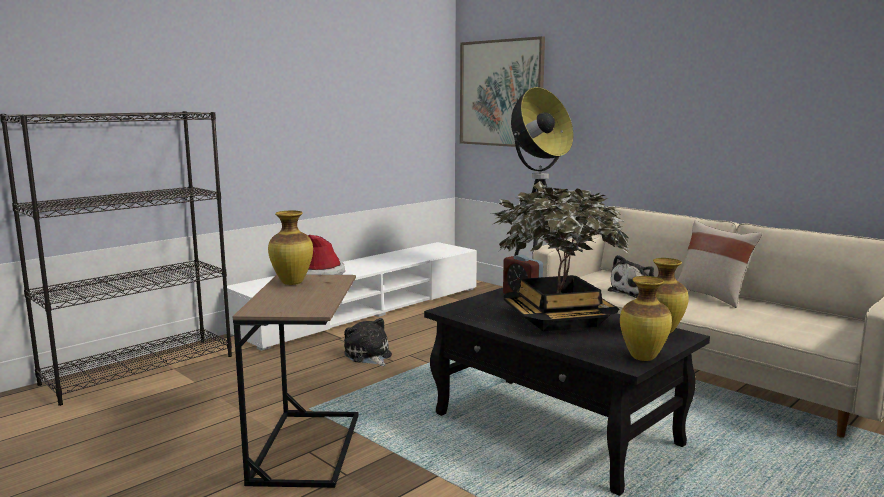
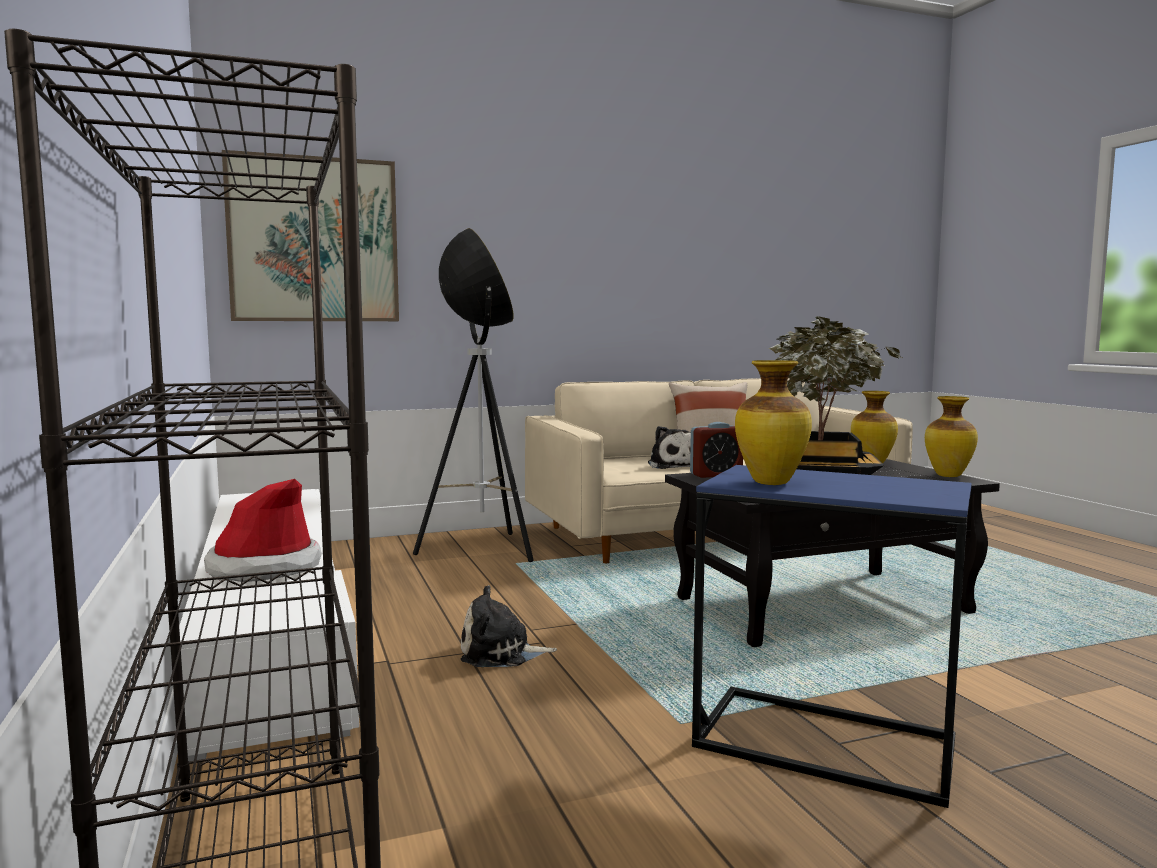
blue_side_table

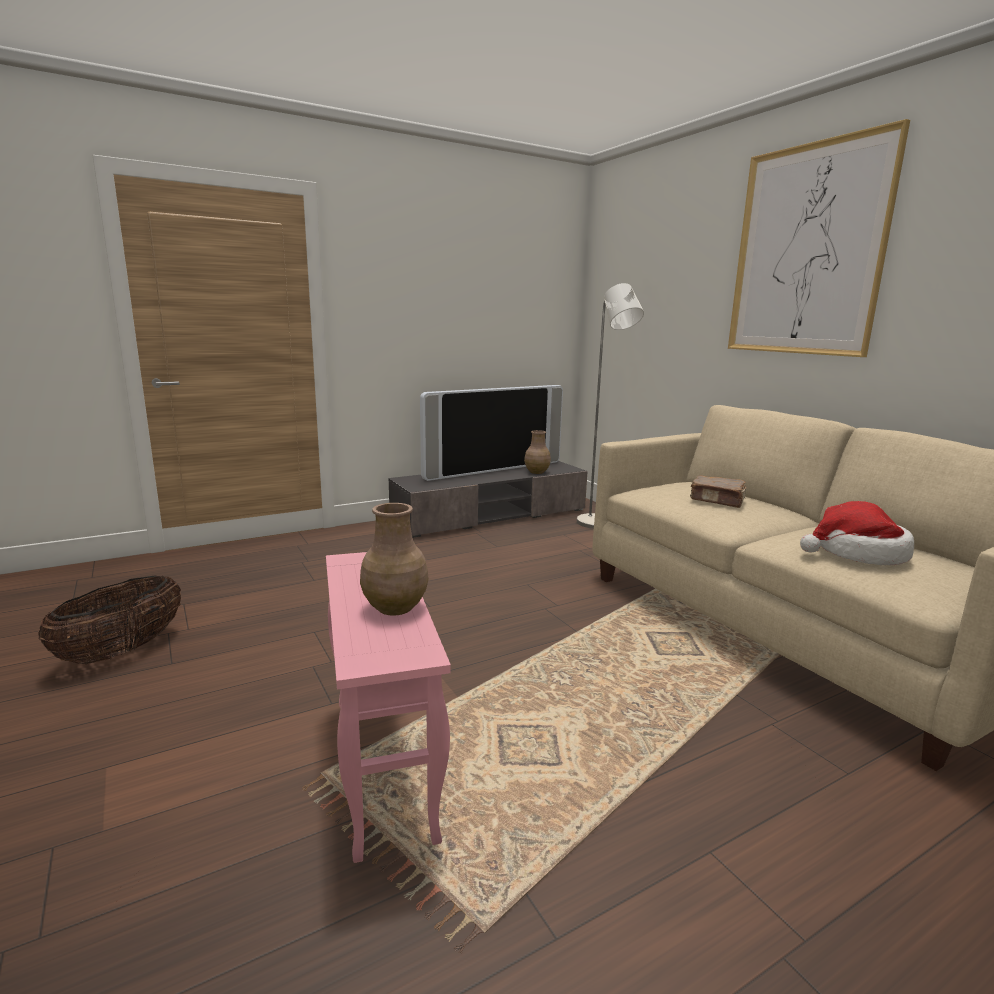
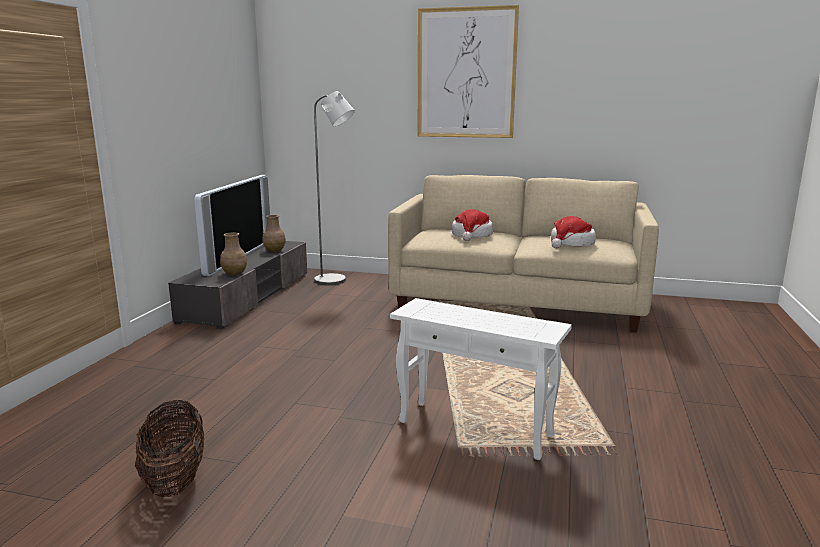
hat (1st from left)
brown-coloured_flower_vase (1st from left)
whitish_side_table

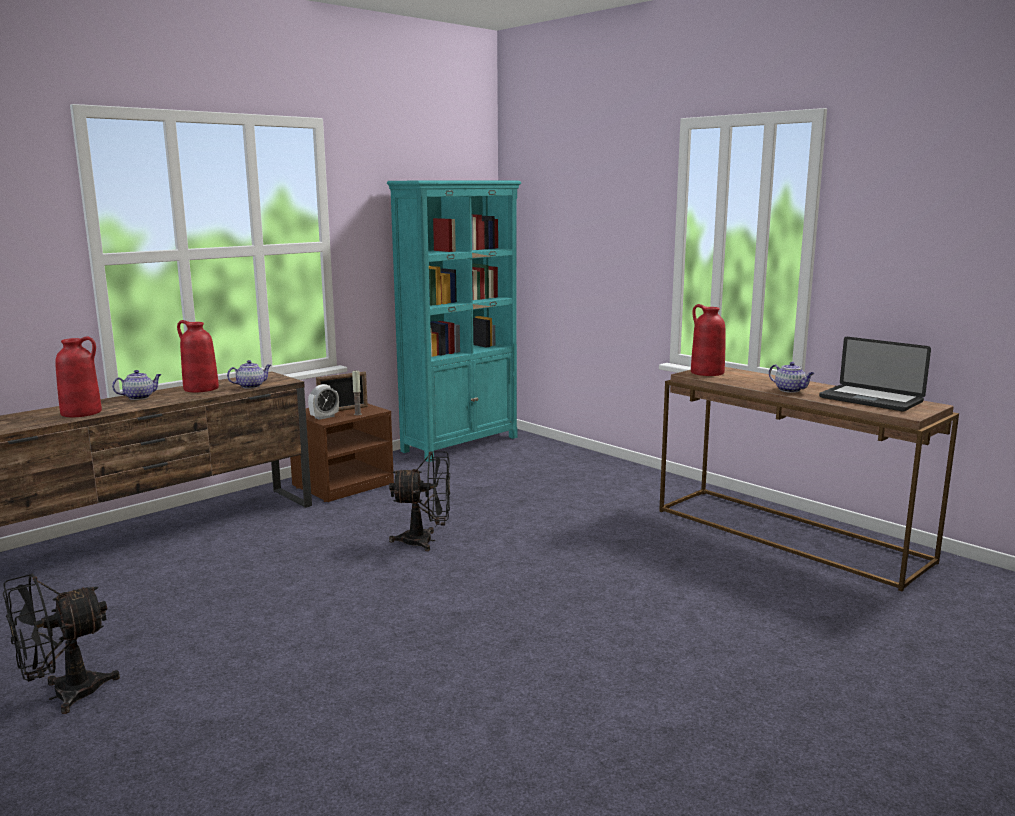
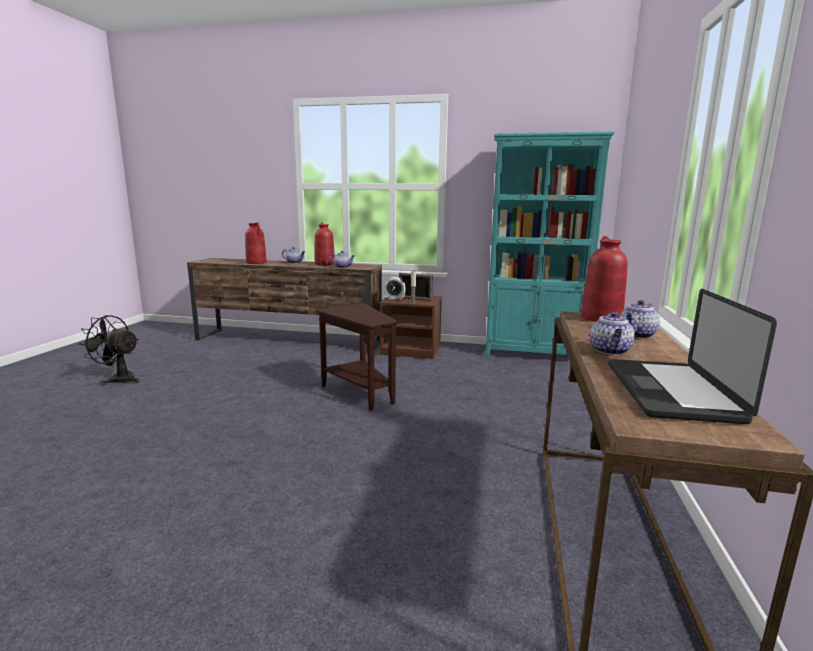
brown-coloured_side_table
teapot (4th from left)

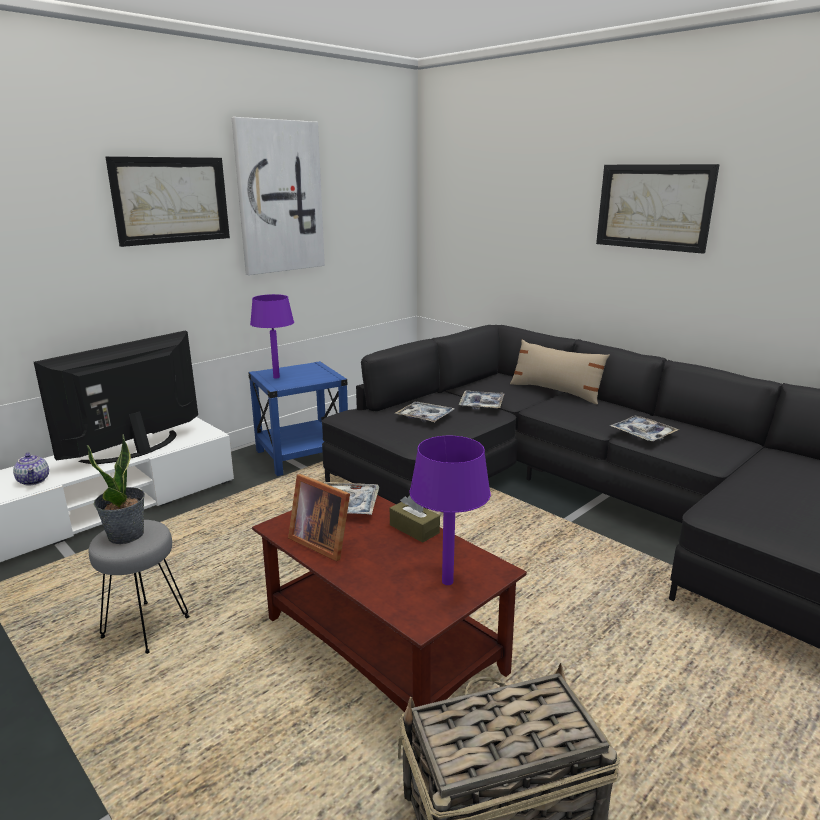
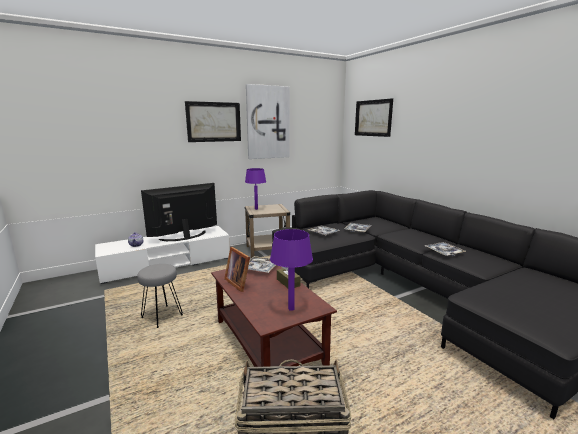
wall_art (3rd from left)
sand-coloured_cushion
sand-coloured_side_table
houseplant

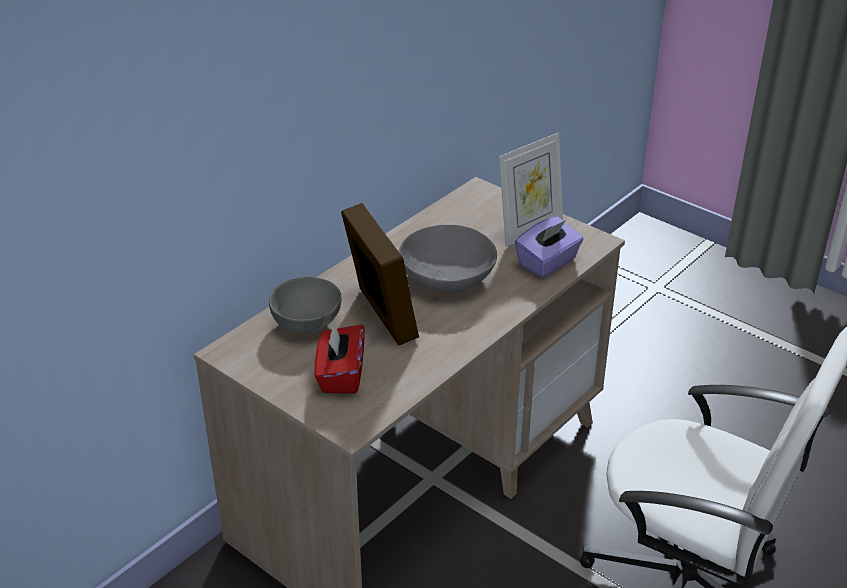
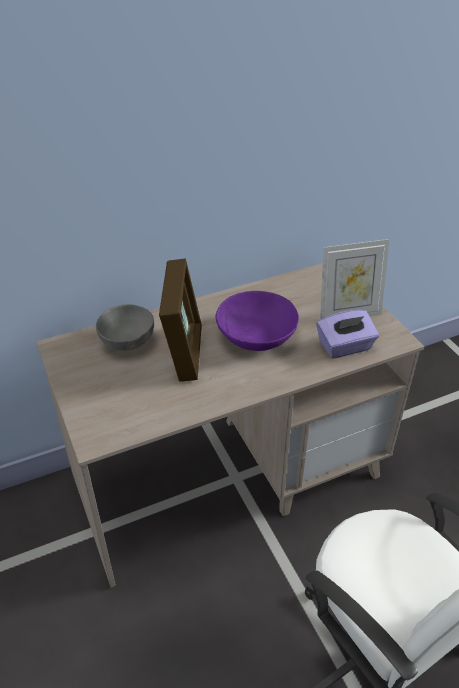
purple-coloured_serving_bowl
red-coloured_box_of_tissues

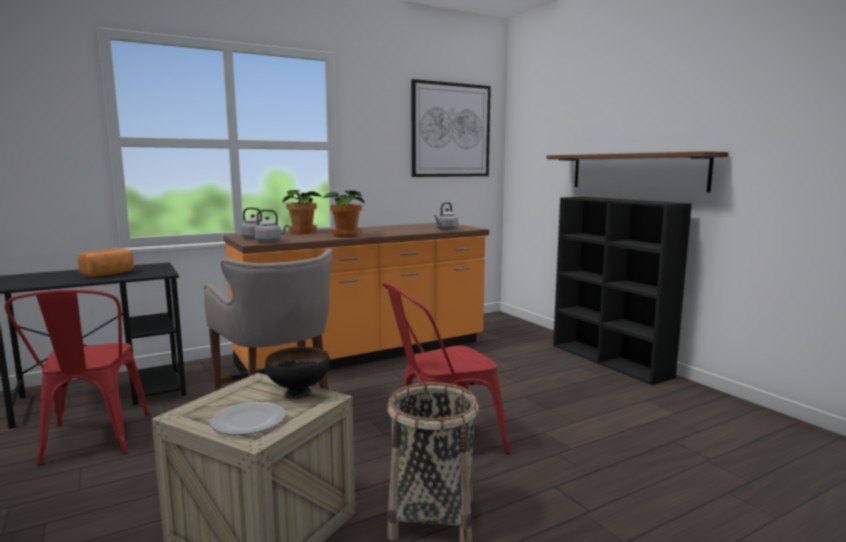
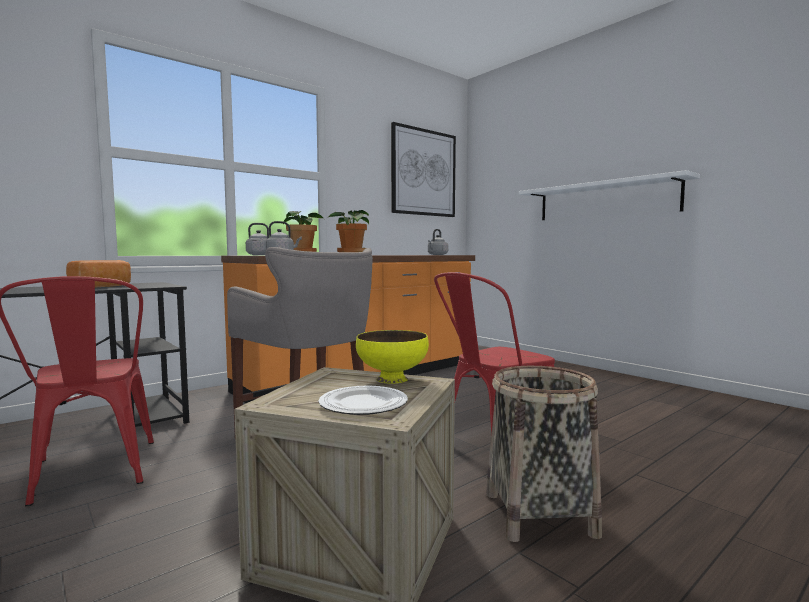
whitish_wall_shelf
blackish_bookcase
yellow_serving_bowl

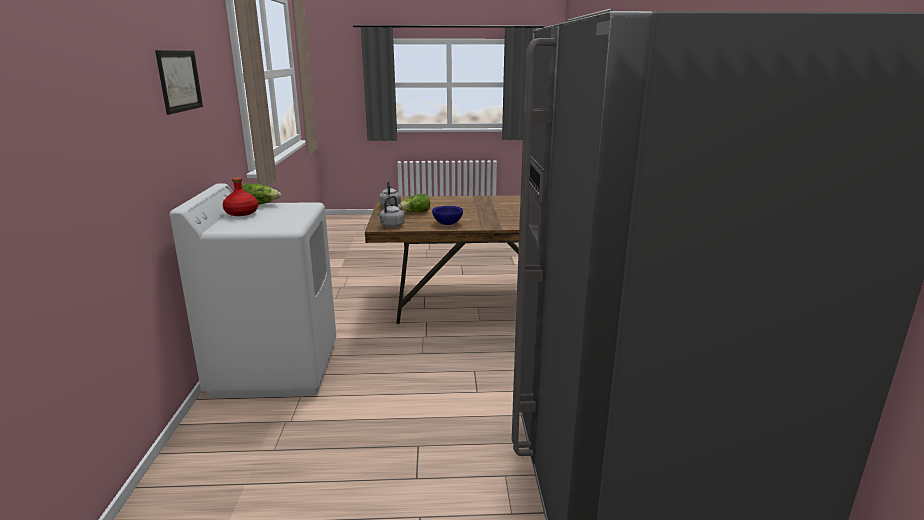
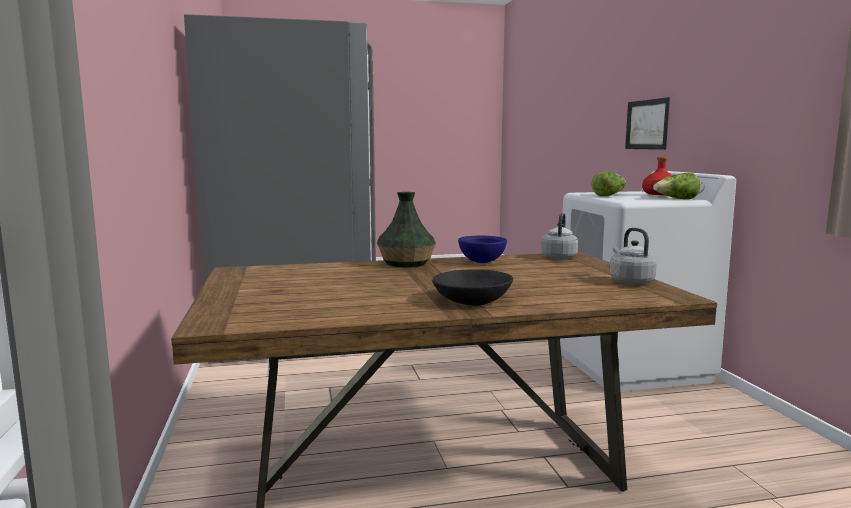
wall_art
lettuce (1st from left)
flower_vase
blackish_serving_bowl

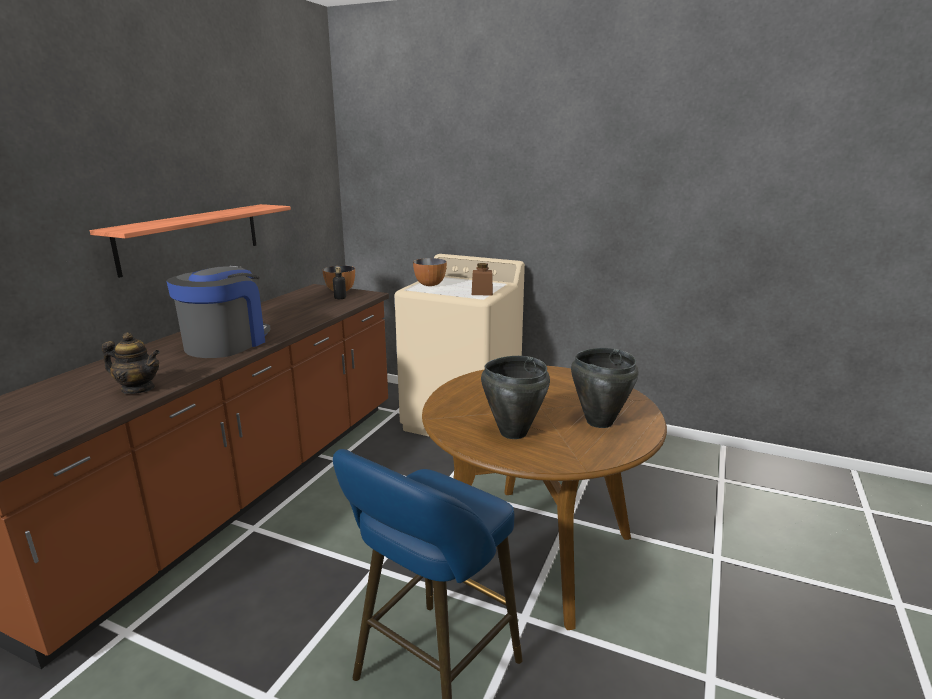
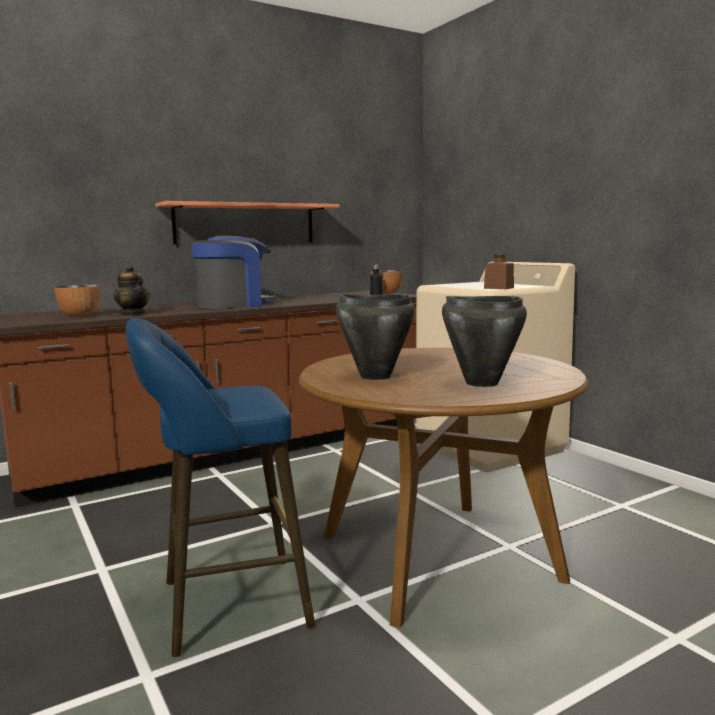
serving_bowl (1st from left)

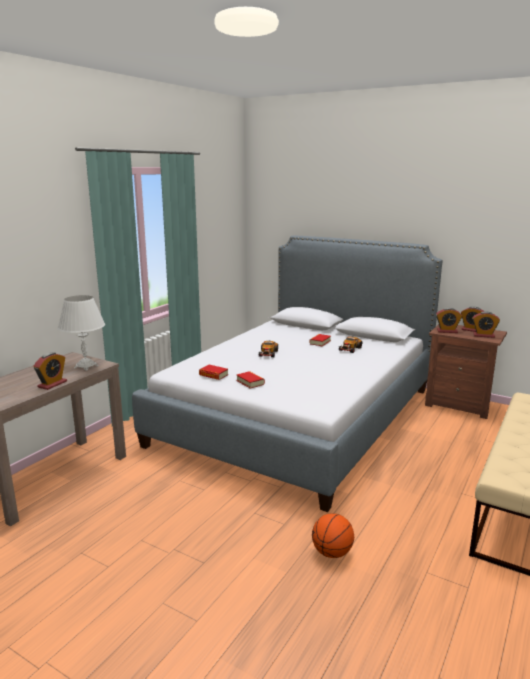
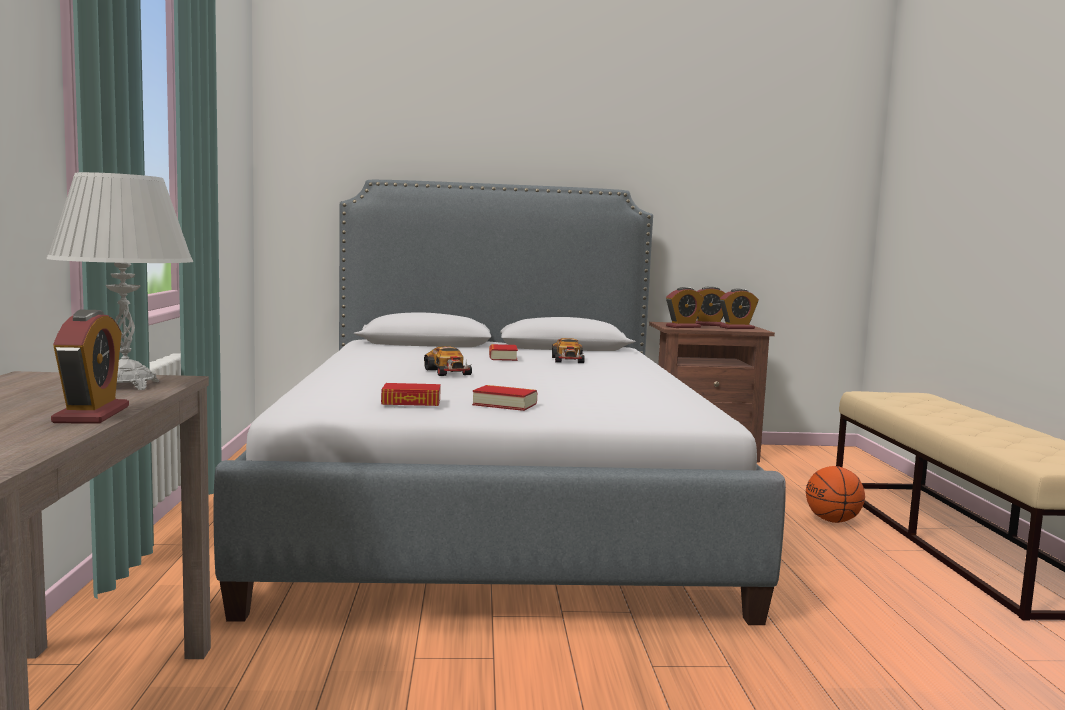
basketball

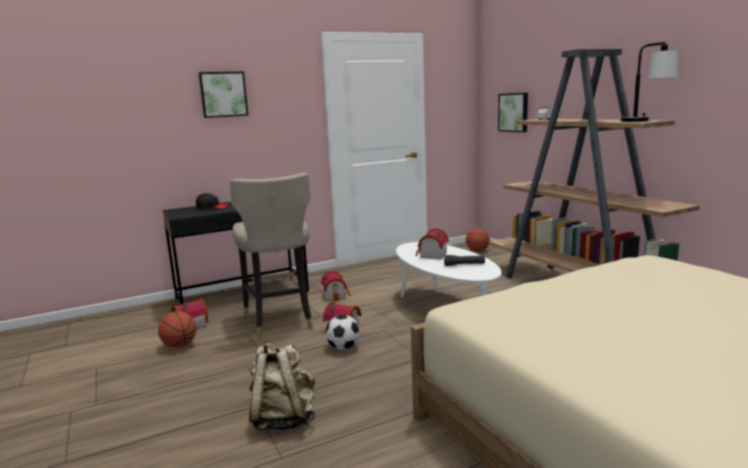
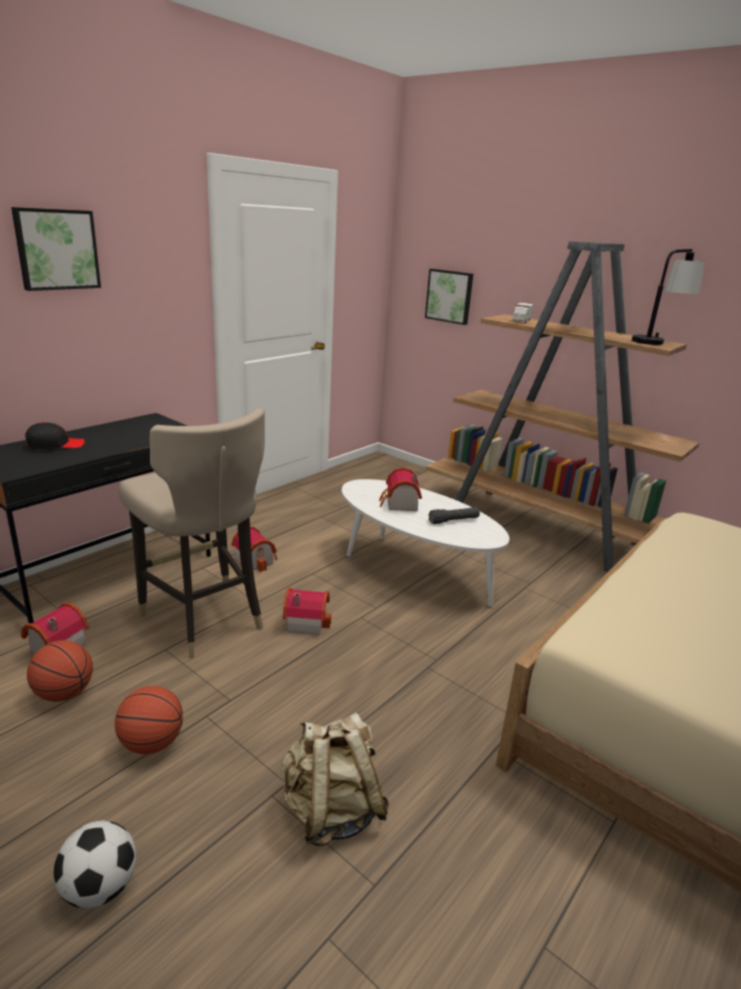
basketball (2nd from left)
football_ball

